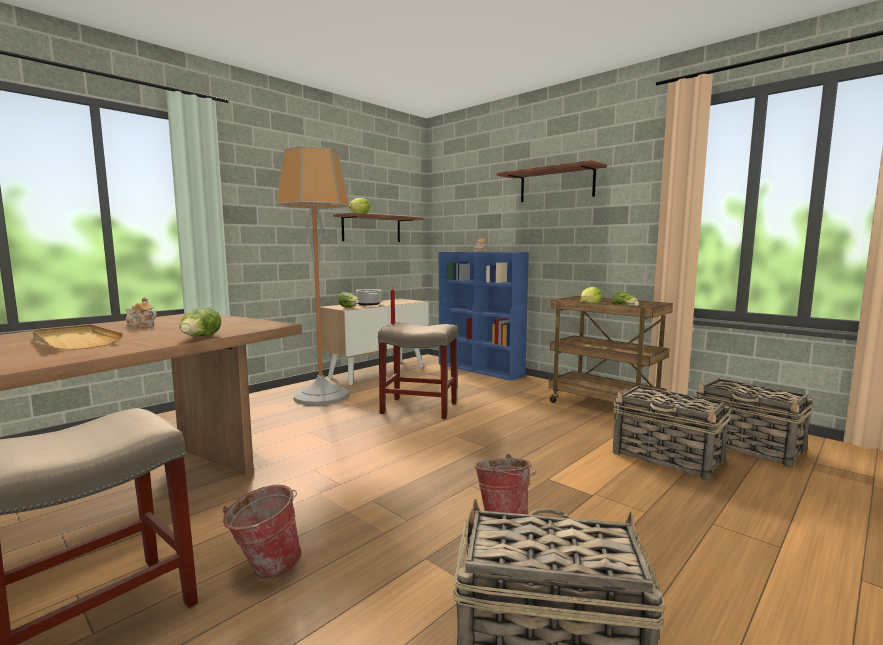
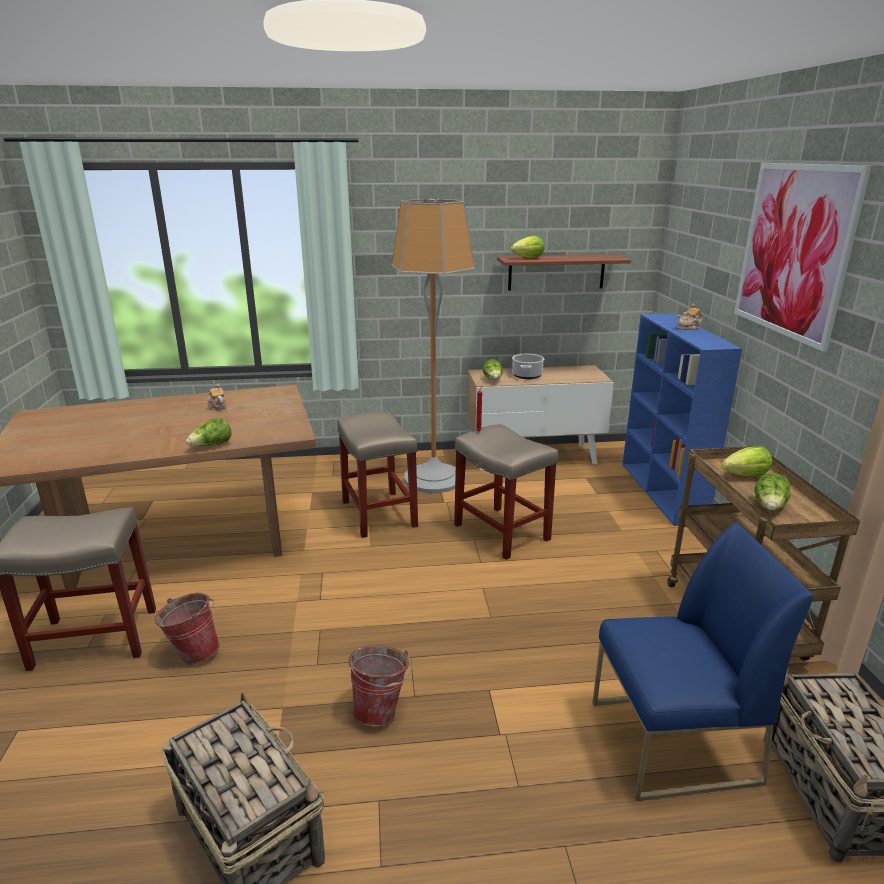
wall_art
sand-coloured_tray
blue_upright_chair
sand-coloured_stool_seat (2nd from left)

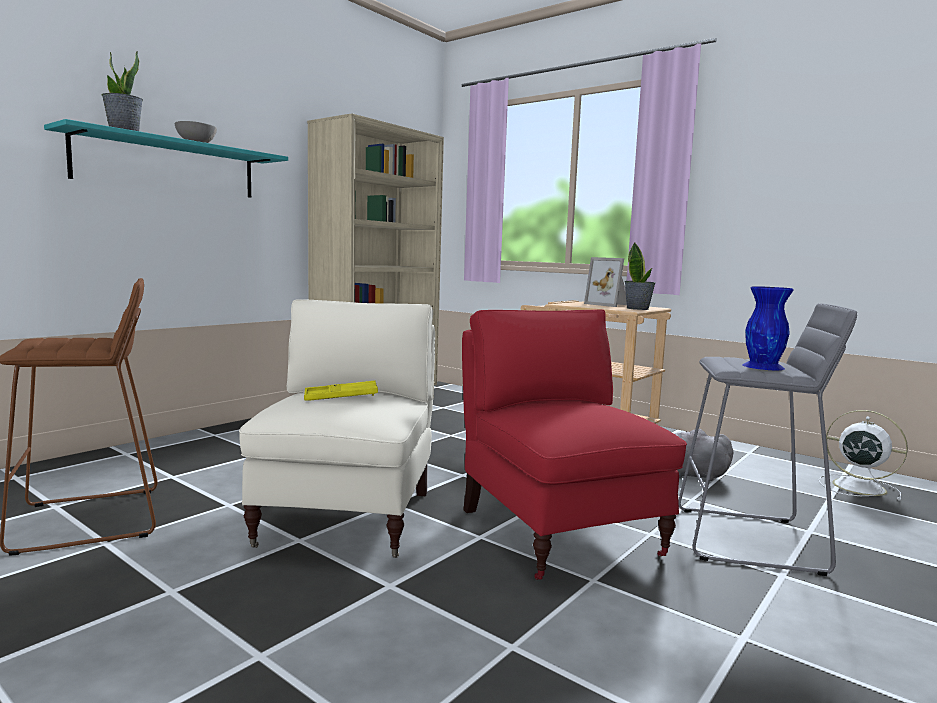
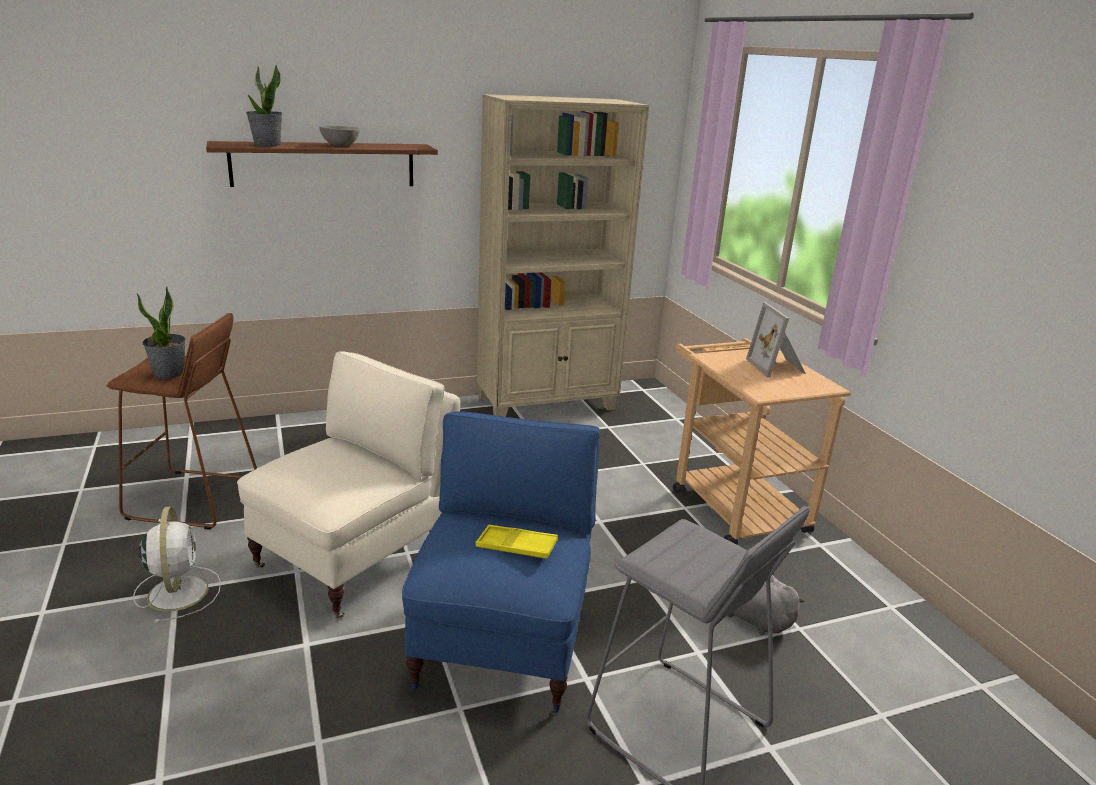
brown-coloured_wall_shelf
houseplant (1st from left)
blue_flower_vase
blue_lounge_chair
yellow_tray
whitish_electric_fan

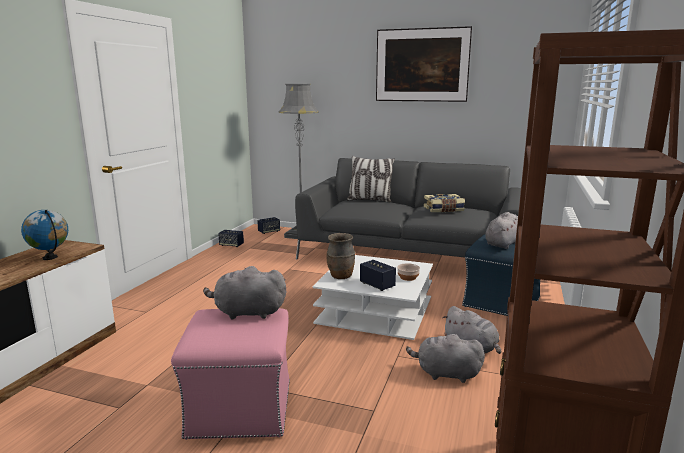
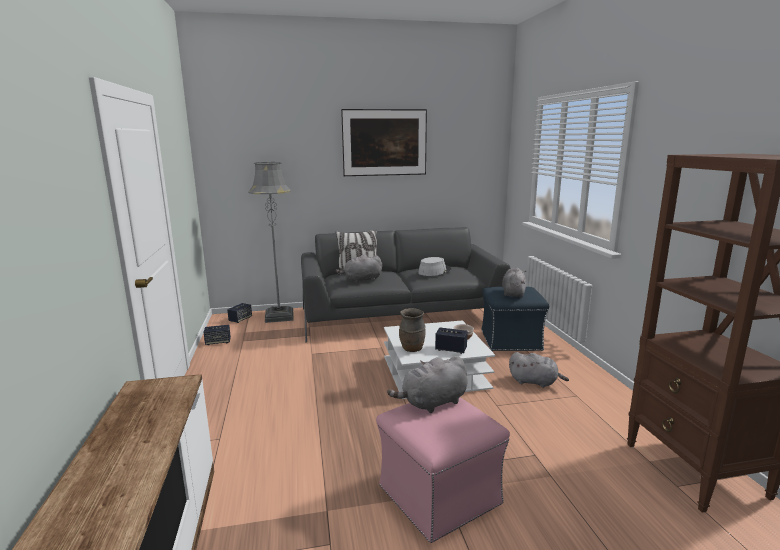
greyish_hat
desk_globe
greyish_cuddly_toy (1st from left)

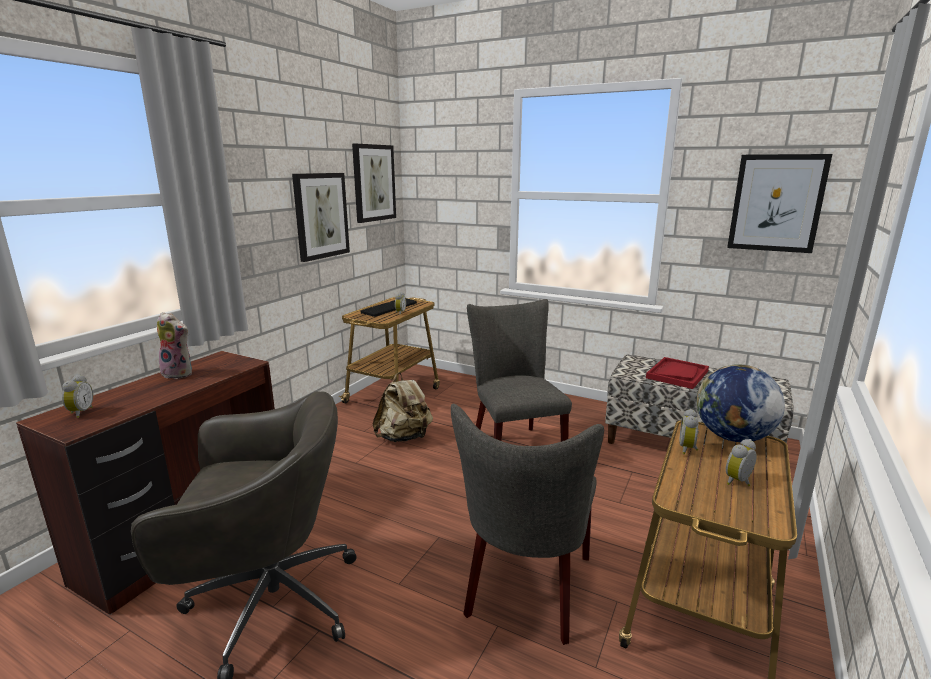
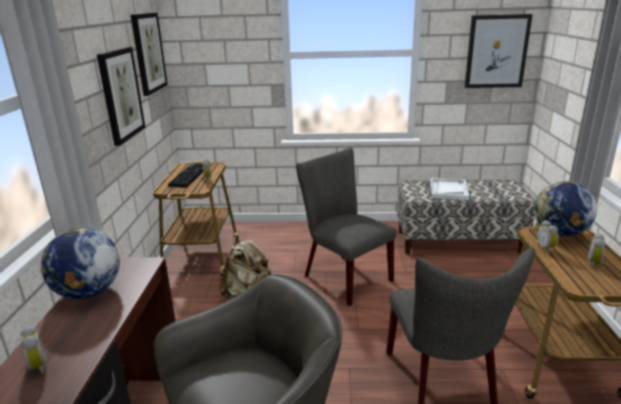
desk_globe (1st from left)
whitish_tray

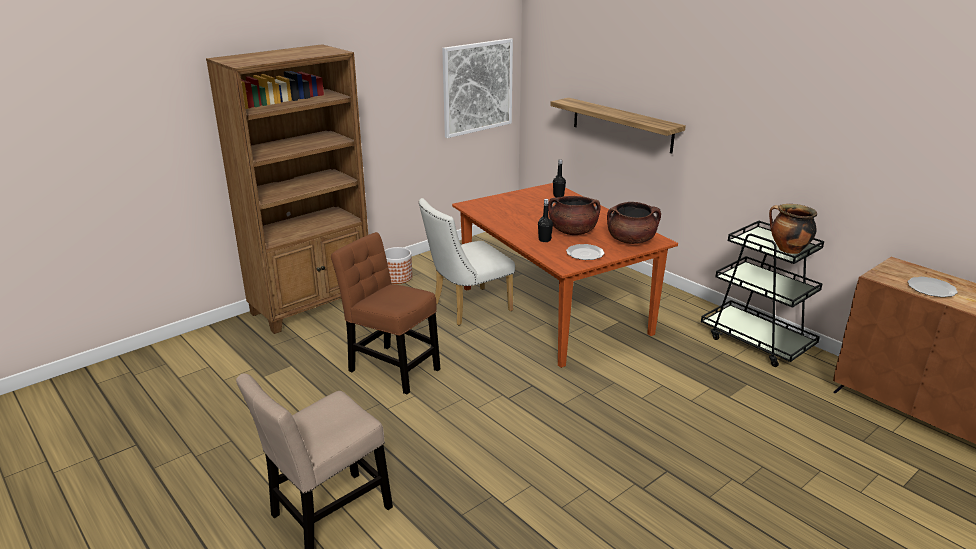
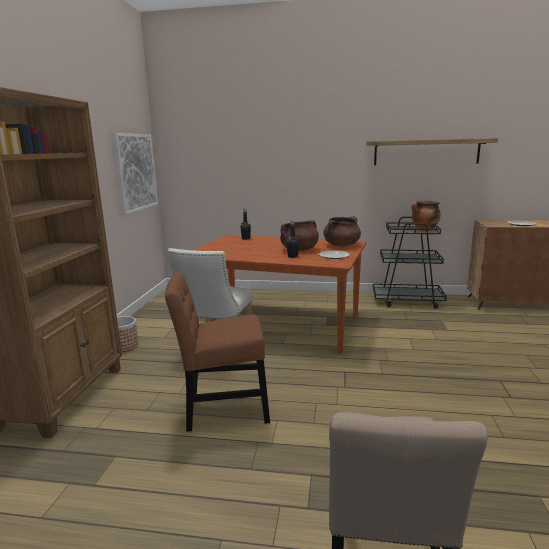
wall_shelf

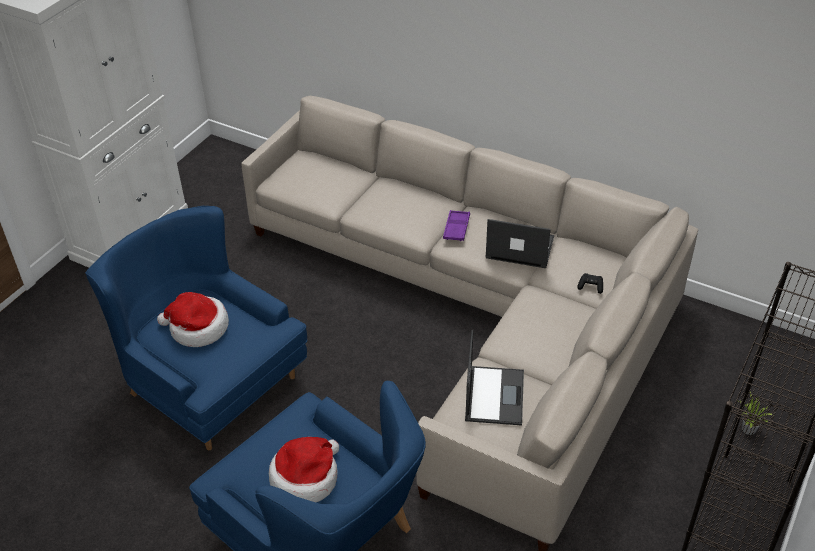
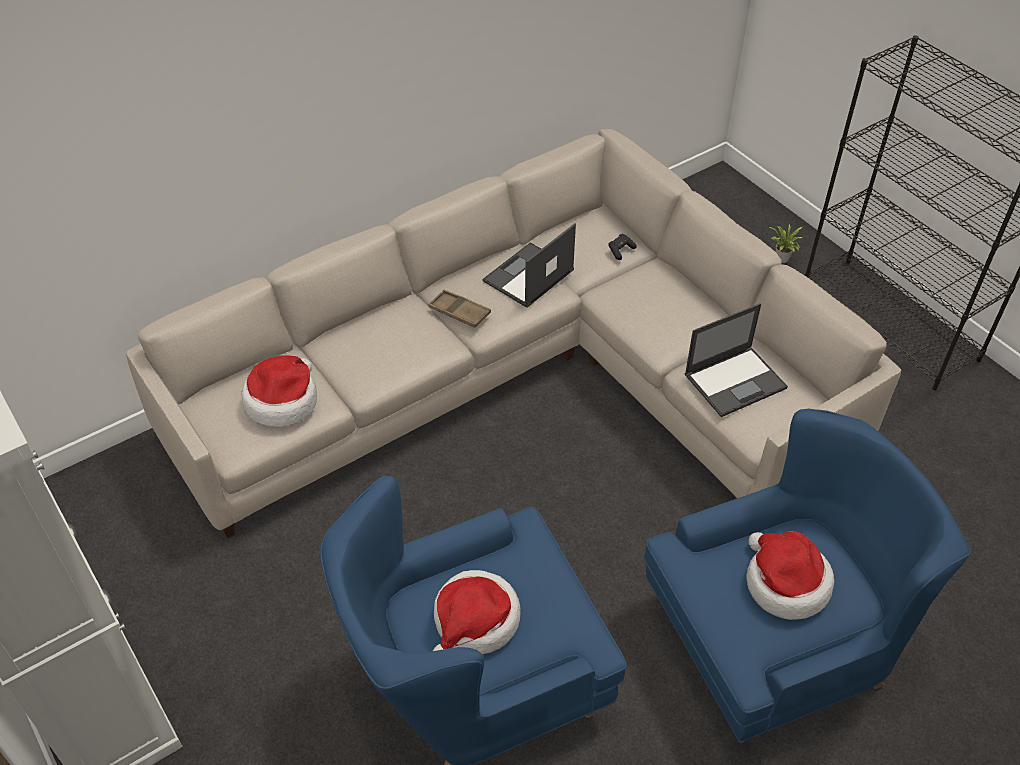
brown-coloured_tray
notebook_computer (2nd from left)
hat (1st from left)

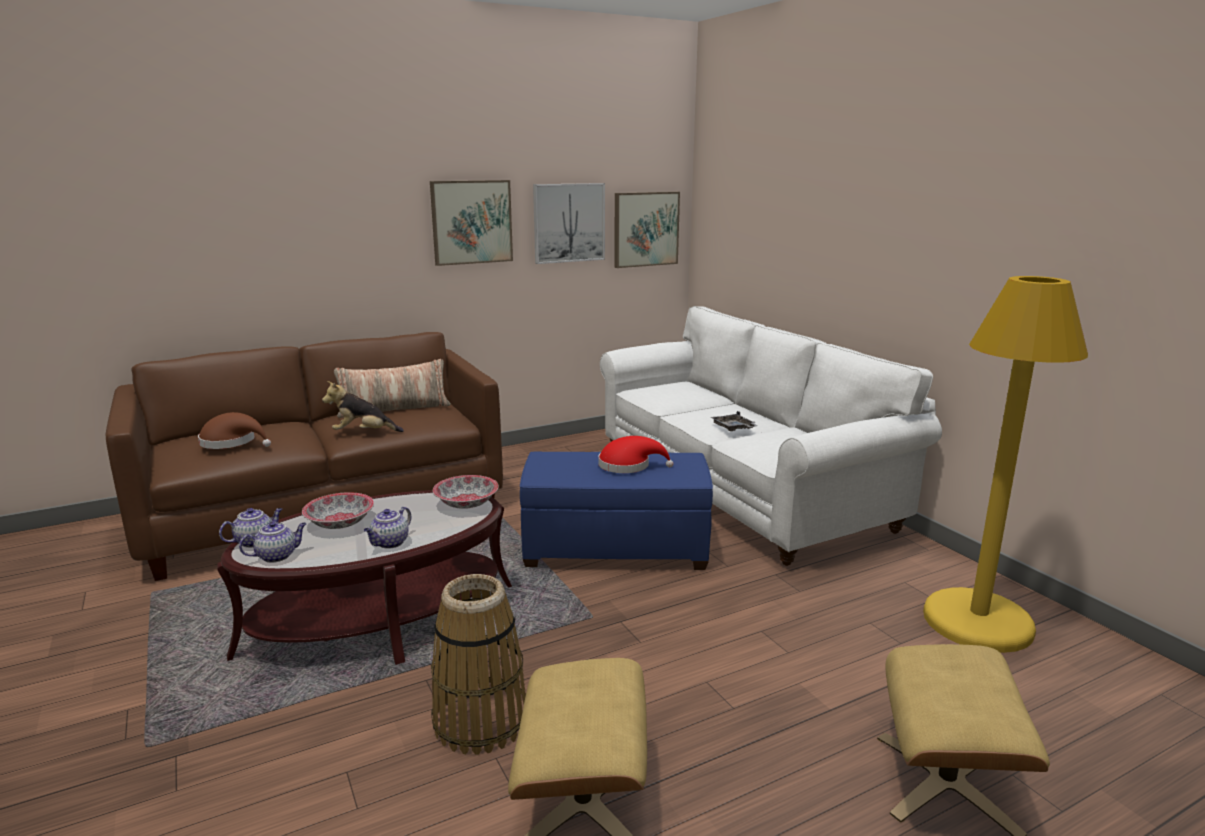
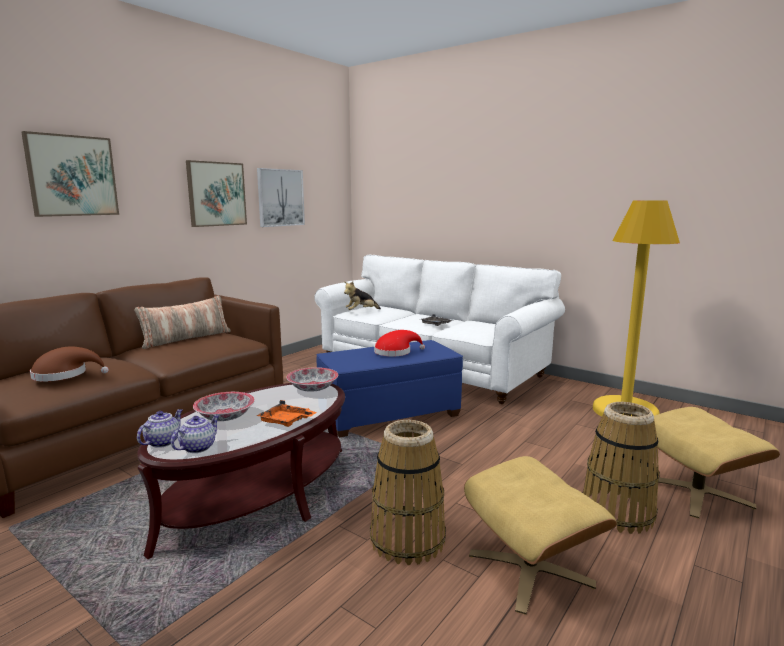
wall_art (1st from left)
cuddly_toy
orange-coloured_tray
basket (2nd from left)

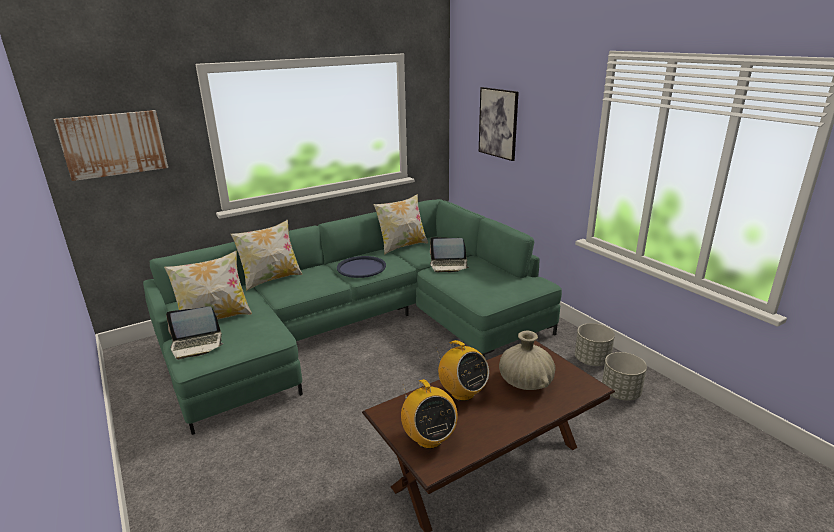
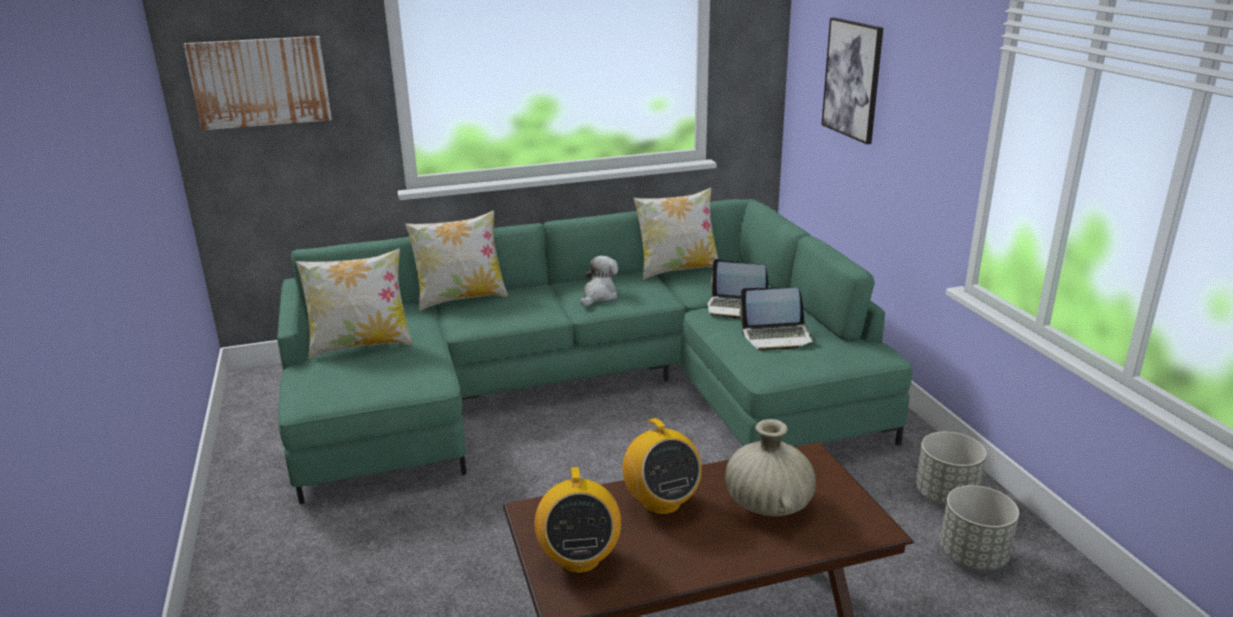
cuddly_toy
notebook_computer (2nd from left)

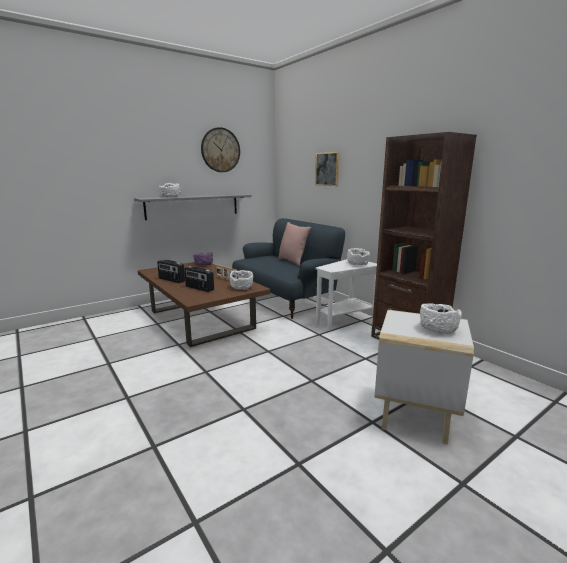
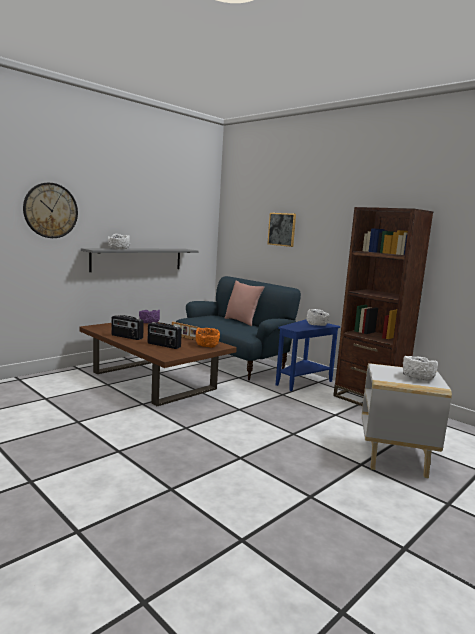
clock_on_the_wall
blue_side_table
orange-coloured_serving_bowl

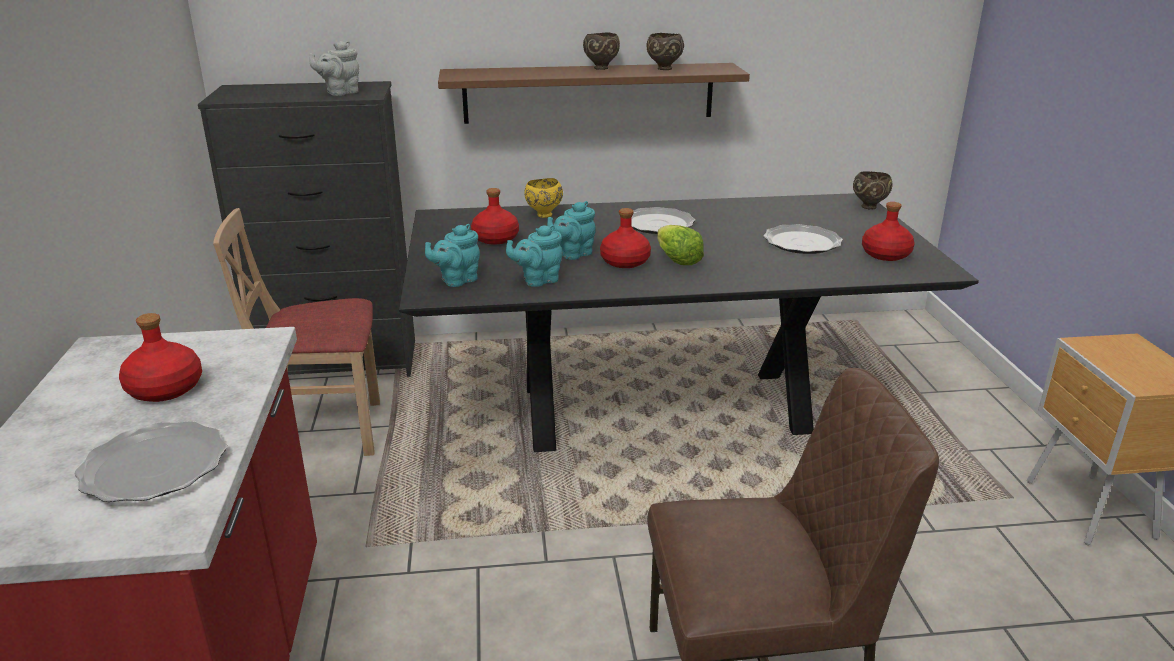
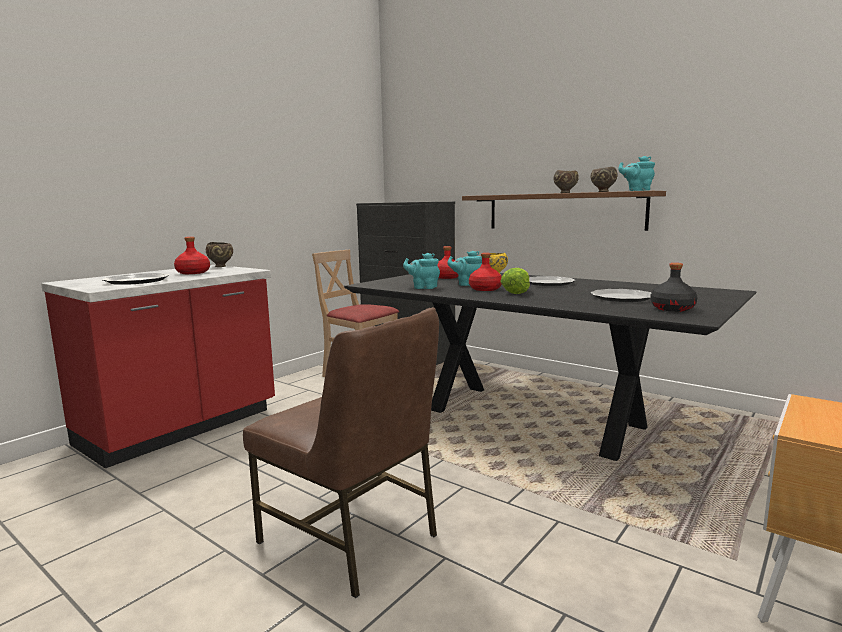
greyish_teapot
brown-coloured_serving_bowl (1st from left)
blackish_beverage_bottle
blue-green_teapot (3rd from left)

